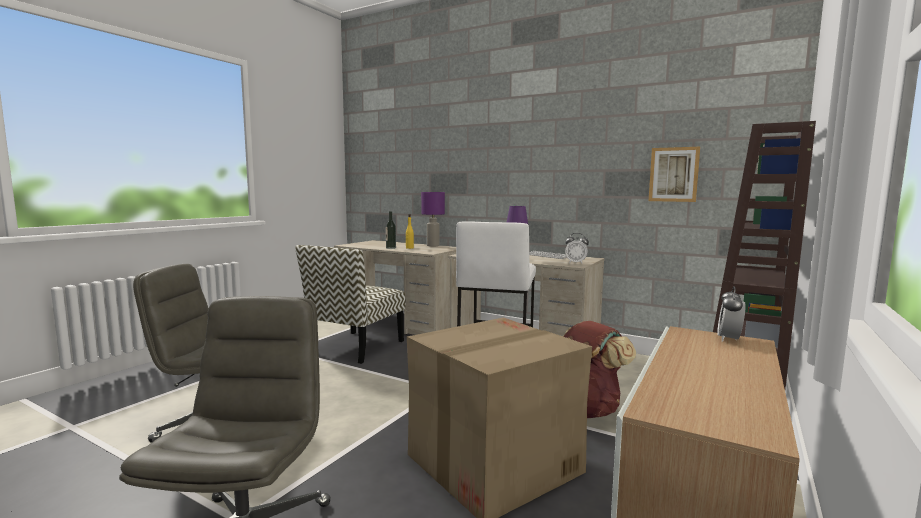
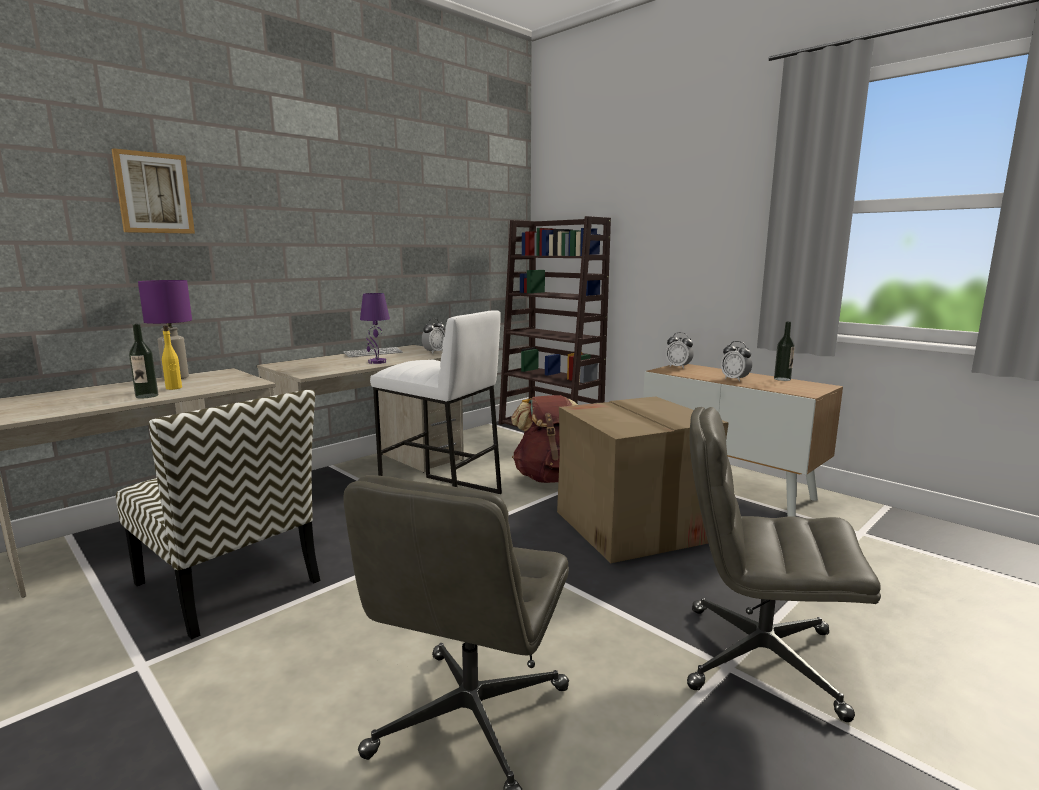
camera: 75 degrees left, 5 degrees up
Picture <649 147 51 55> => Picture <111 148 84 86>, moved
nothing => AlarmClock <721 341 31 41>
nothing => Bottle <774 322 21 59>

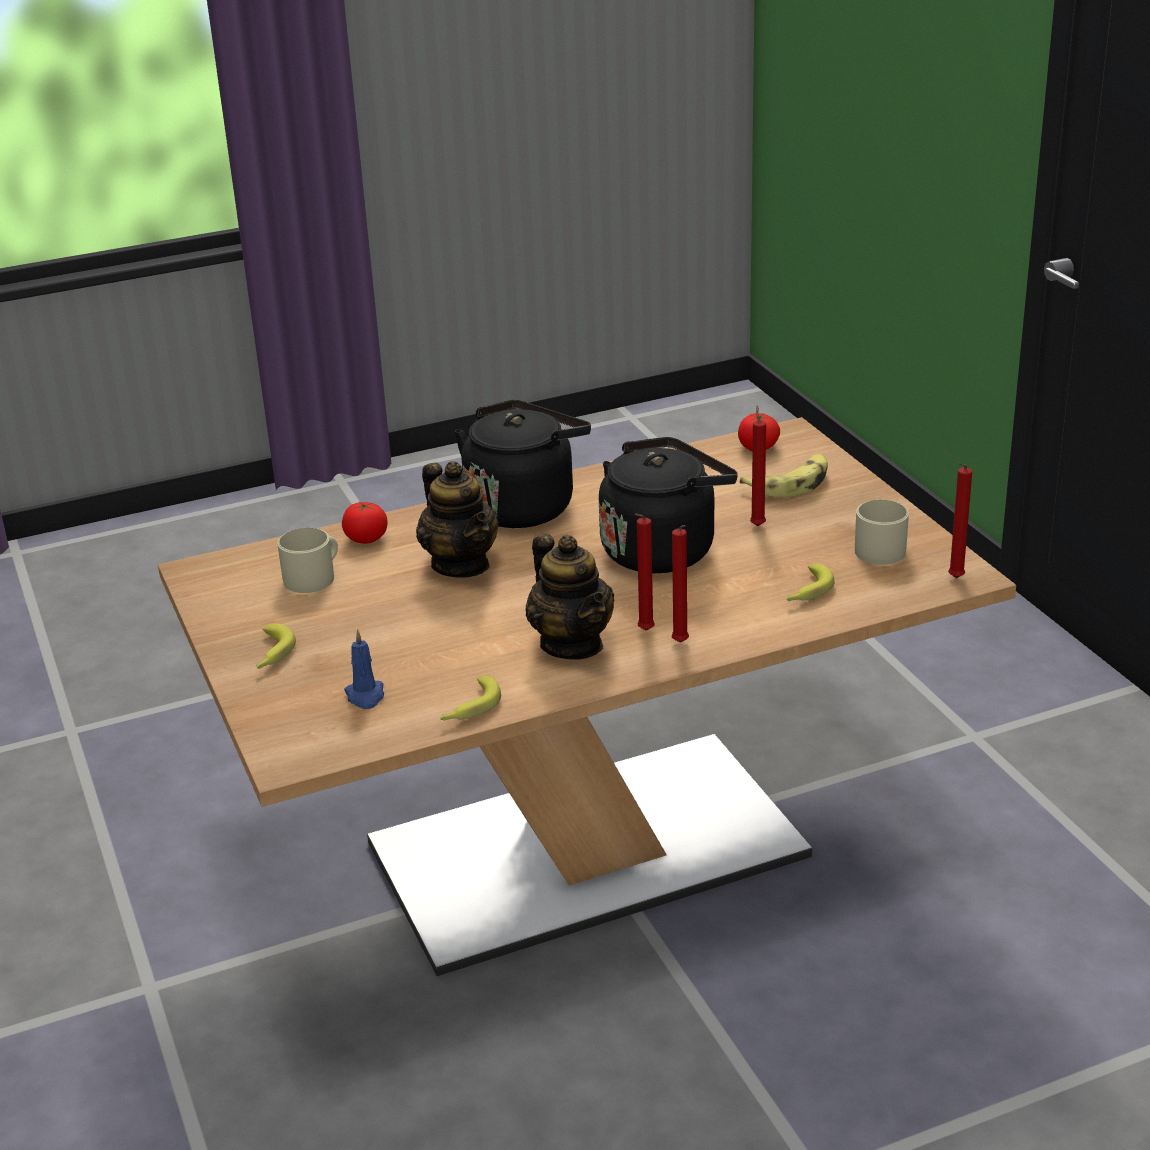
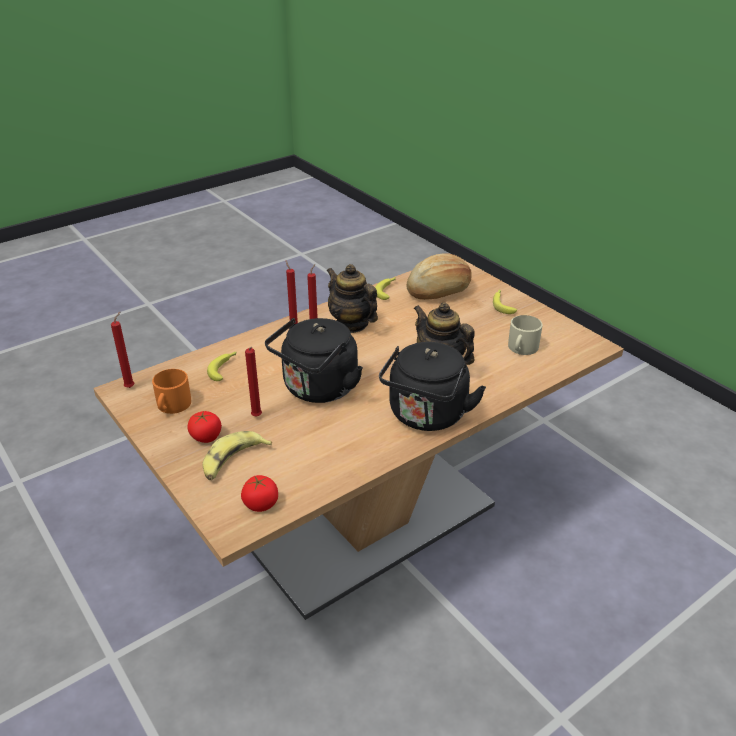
camera: 165 degrees right, 5 degrees up
Tomato <342 502 46 42> => Tomato <187 411 35 32>, moved
BlueCandle <344 629 40 80> => Bread <407 254 64 46>
BeigeMug <855 500 54 65> => OrangeMug <152 369 39 45>

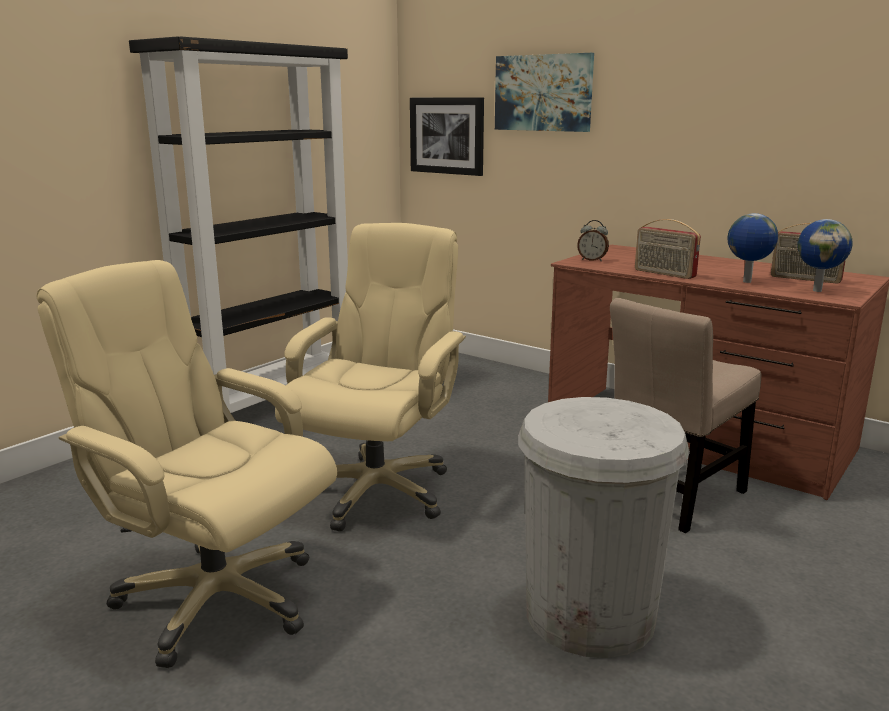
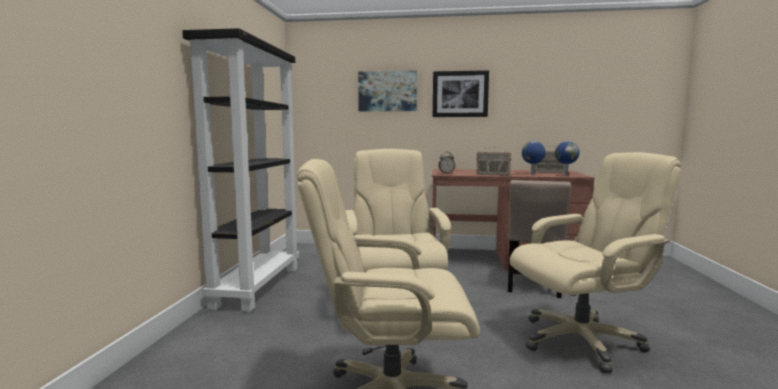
camera: 30 degrees left, 10 degrees down
Picture <410 97 74 79> => Picture <433 70 56 47>, moved
WhiteTrashCan <518 397 172 261> => BeigeOfficeChair <510 152 172 221>

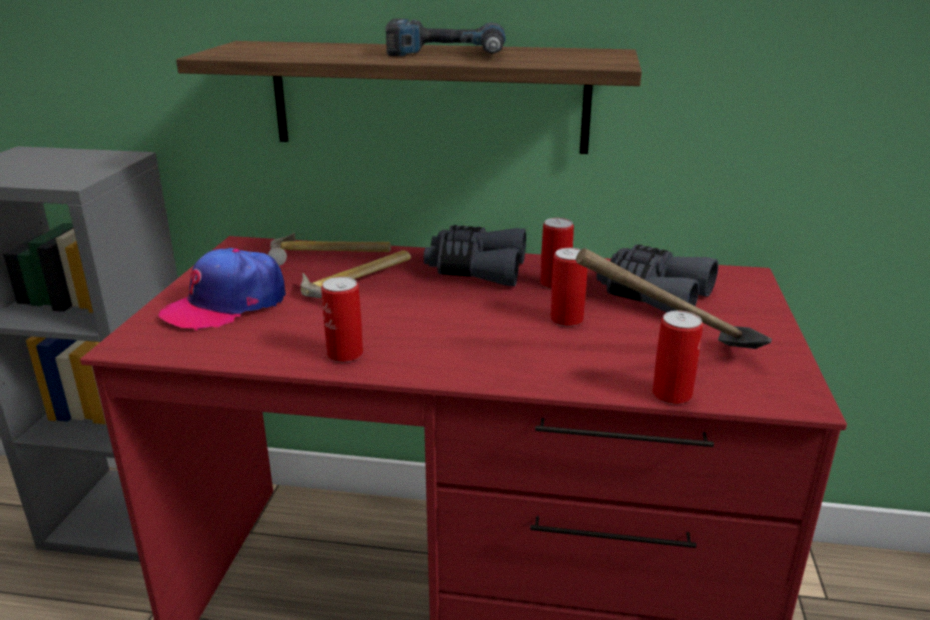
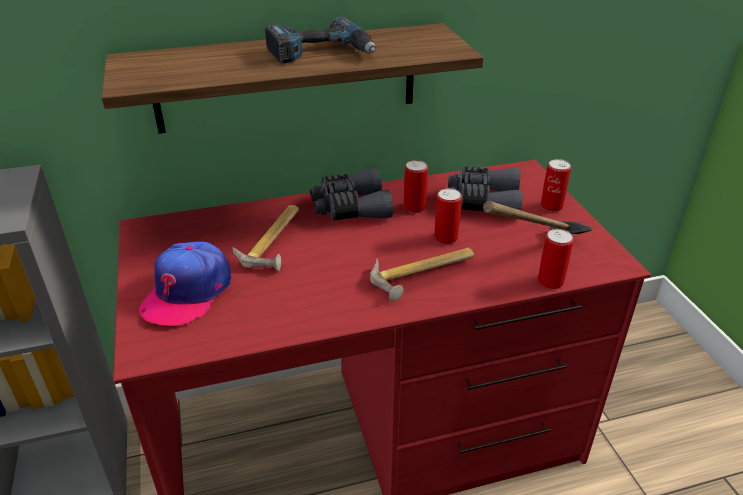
camera: 25 degrees left, 10 degrees up
Hammer <268 233 123 33> => Hammer <370 248 104 53>, moved
Can <321 277 42 85> => Can <540 159 31 53>, moved

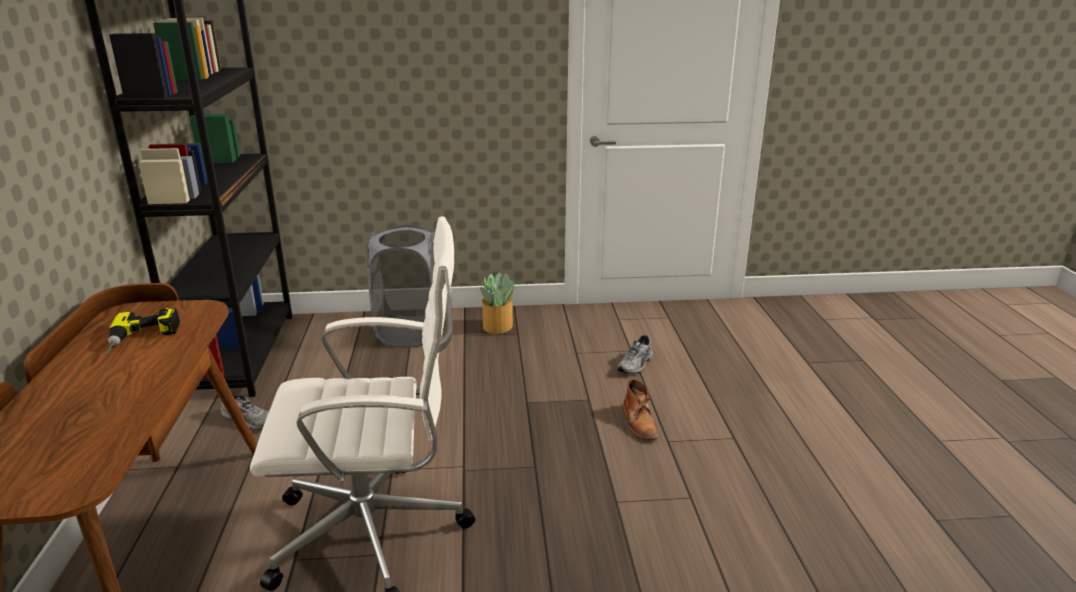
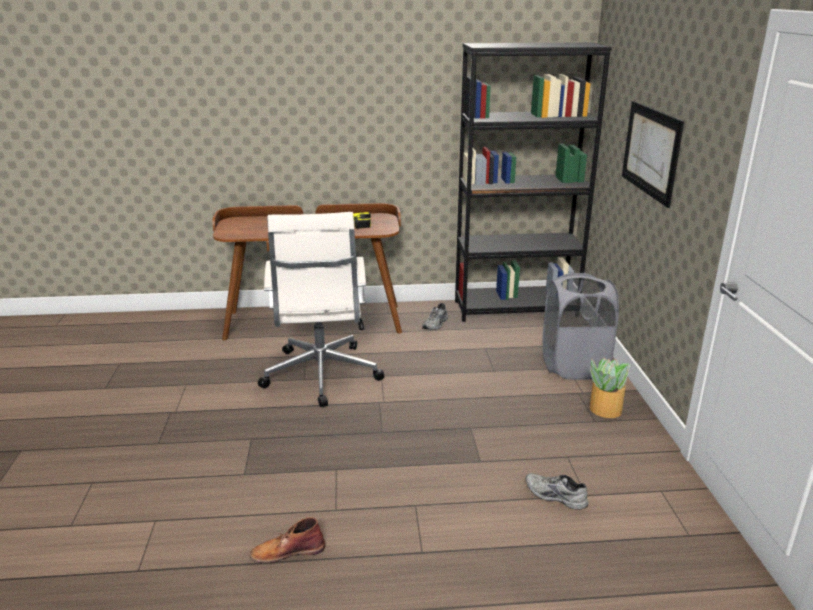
camera: 90 degrees right, 0 degrees up
BrownBoot <623 379 36 62> => BrownBoot <250 517 75 46>, moved
nothing => Picture <622 101 62 107>

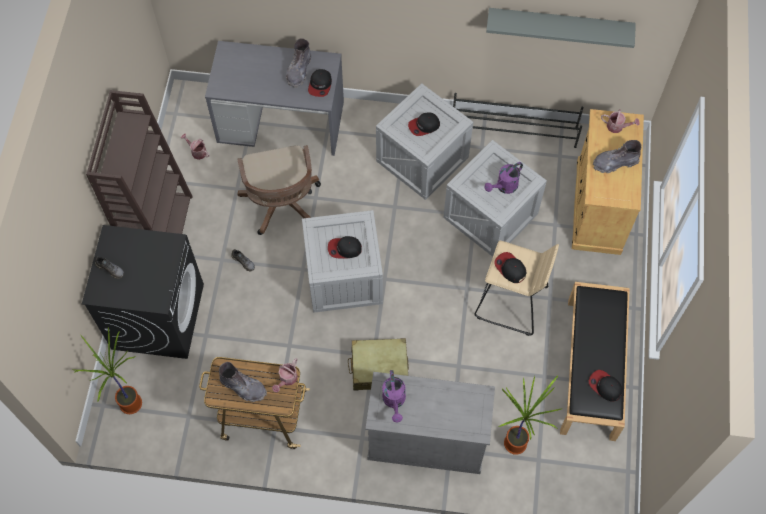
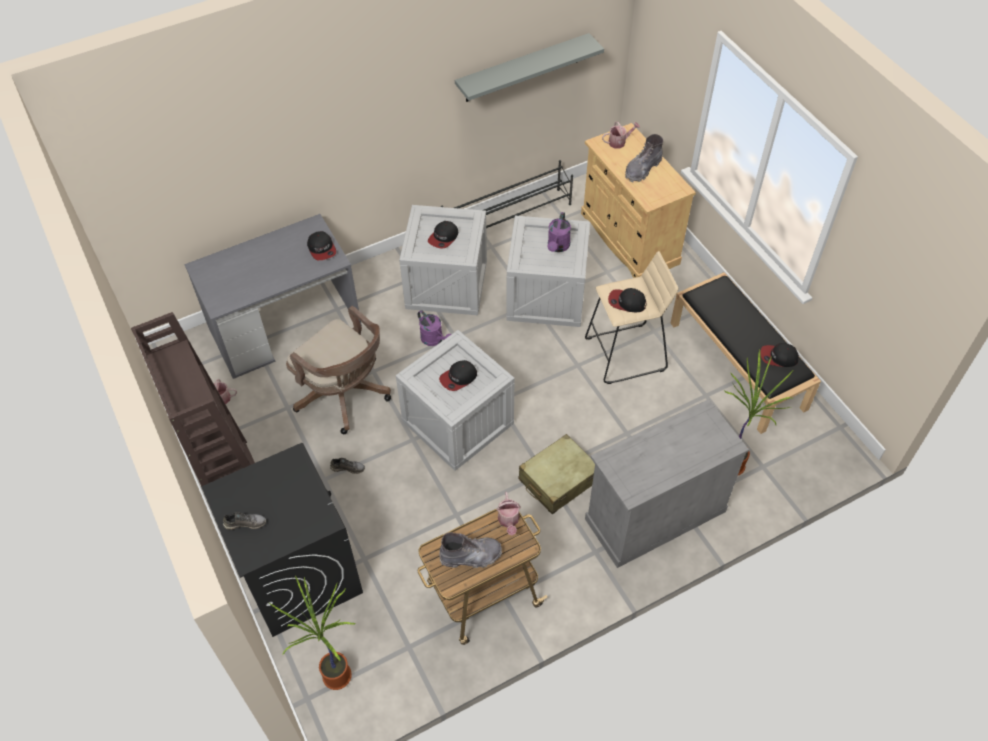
camera: 35 degrees left, 10 degrees down
GreyBoot <286 38 25 50> => nothing
PurpleWateringCan <382 370 24 53> => PurpleWateringCan <418 310 33 36>, moved

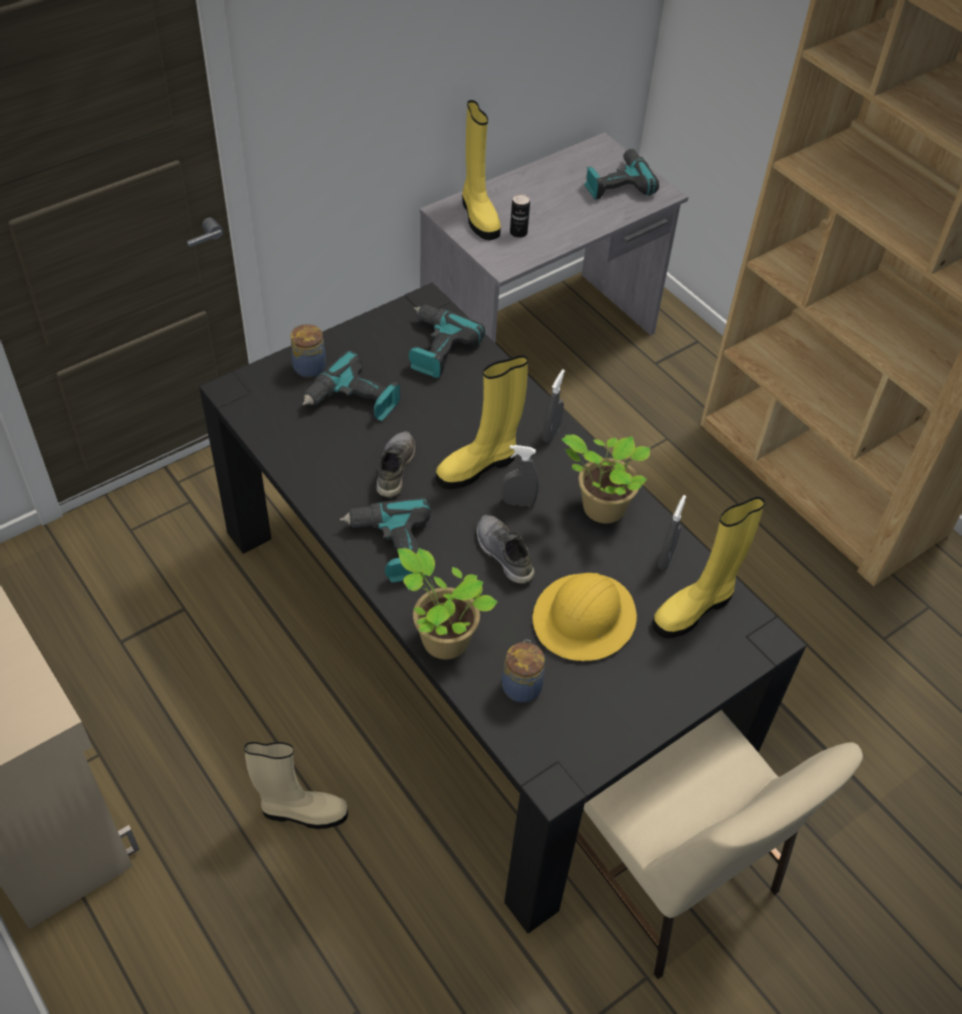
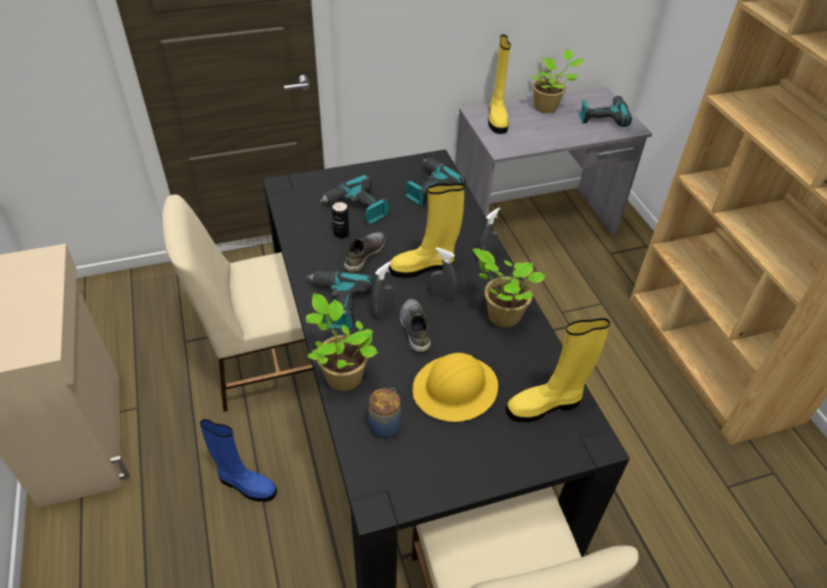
camera: 20 degrees right, 5 degrees down
BeigeBoot <244 742 104 87> => BlueBoot <200 419 77 83>
Jar <291 324 35 54> => nothing
Can <510 194 20 44> => Can <332 202 17 36>, moved
GreySprayBottle <658 495 28 75> => GreySprayBottle <371 261 23 59>, moved
nothing => BeigeChair <162 195 151 217>
nothing => PottedPlant <529 49 55 64>

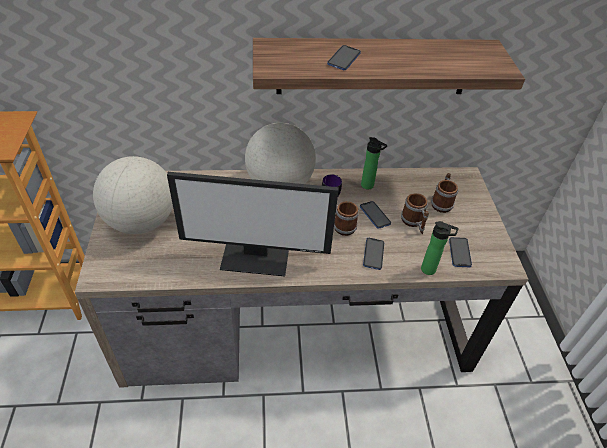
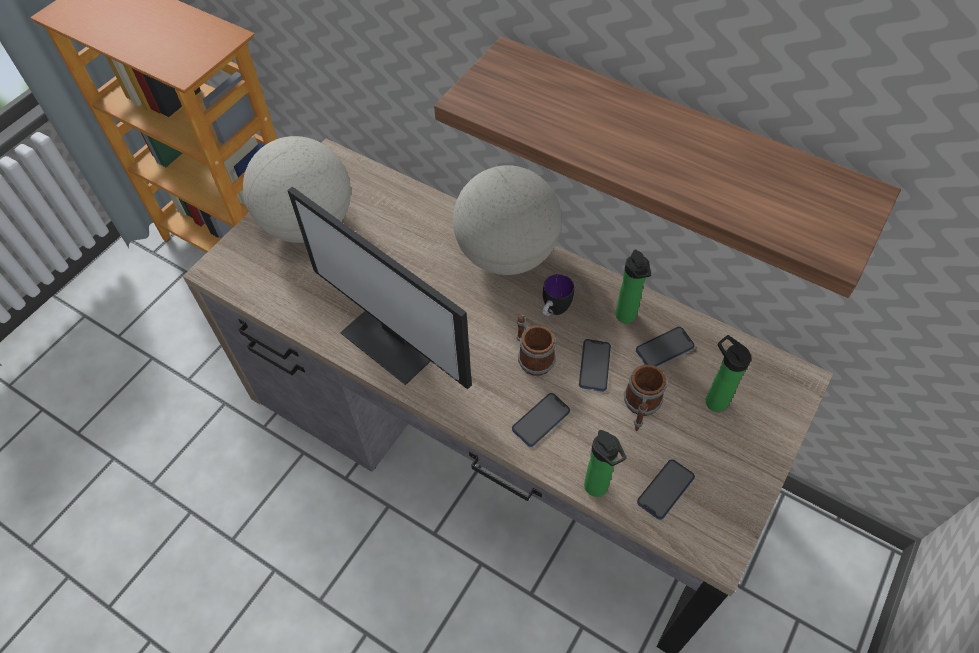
camera: 40 degrees right, 10 degrees up
Phone <327 45 34 25> => Phone <636 327 59 40>, moved
Mug <431 173 27 40> => Bottle <705 335 47 77>

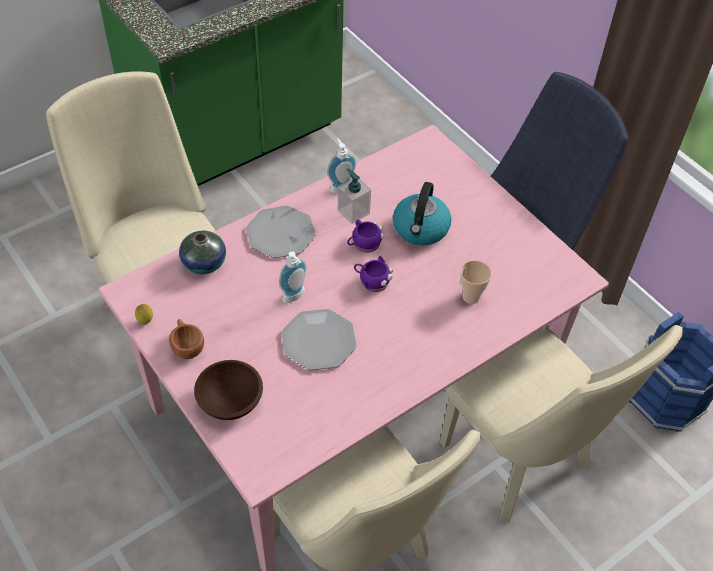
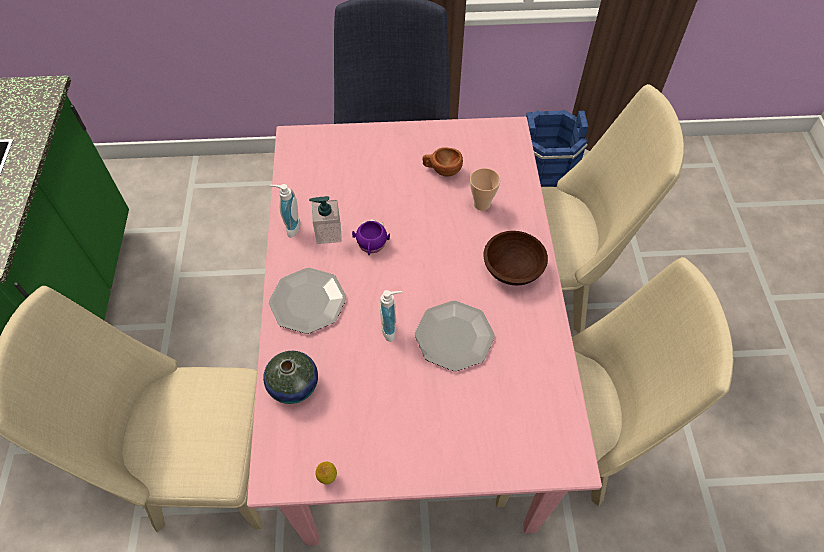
camera: 55 degrees left, 5 degrees up
BrownCup <169 319 35 40> => BrownCup <422 147 41 30>, moved
BrownBowl <194 360 69 60> => BrownBowl <483 231 65 55>, moved
PurpleMug <354 256 39 36> => nothing
Kettle <393 182 58 64> => nothing

